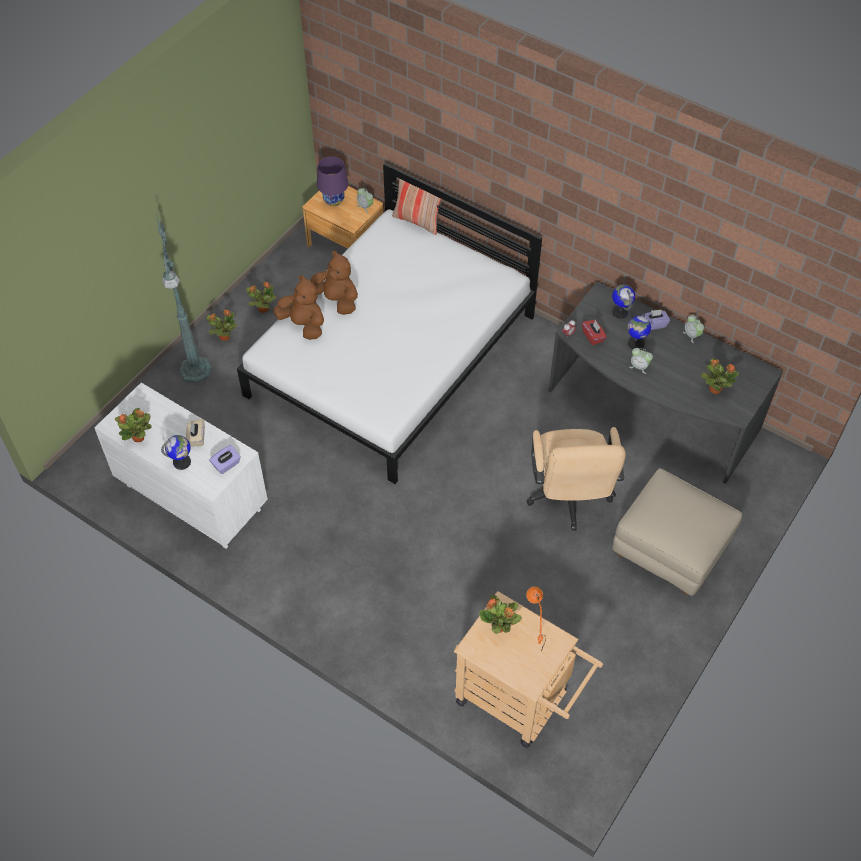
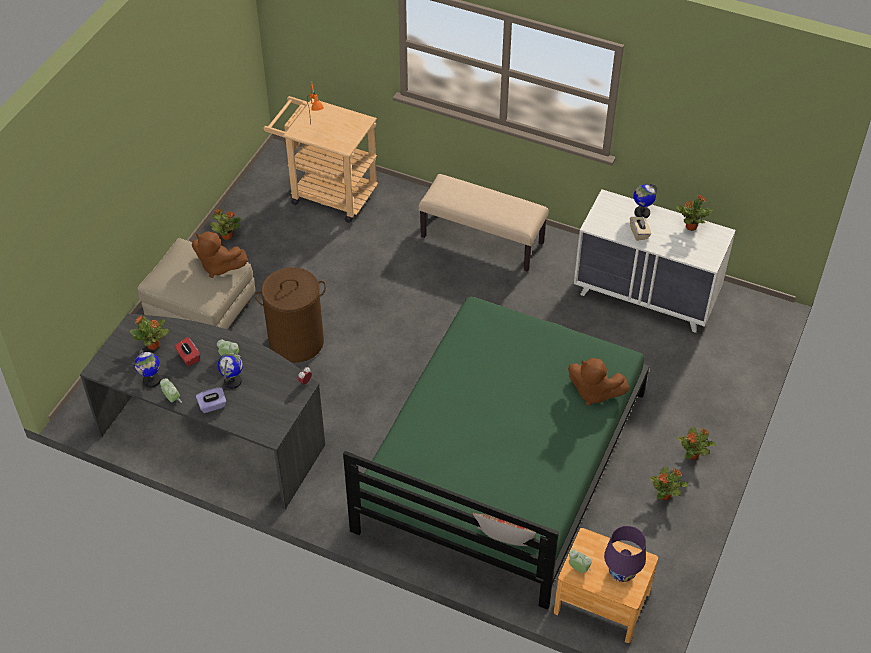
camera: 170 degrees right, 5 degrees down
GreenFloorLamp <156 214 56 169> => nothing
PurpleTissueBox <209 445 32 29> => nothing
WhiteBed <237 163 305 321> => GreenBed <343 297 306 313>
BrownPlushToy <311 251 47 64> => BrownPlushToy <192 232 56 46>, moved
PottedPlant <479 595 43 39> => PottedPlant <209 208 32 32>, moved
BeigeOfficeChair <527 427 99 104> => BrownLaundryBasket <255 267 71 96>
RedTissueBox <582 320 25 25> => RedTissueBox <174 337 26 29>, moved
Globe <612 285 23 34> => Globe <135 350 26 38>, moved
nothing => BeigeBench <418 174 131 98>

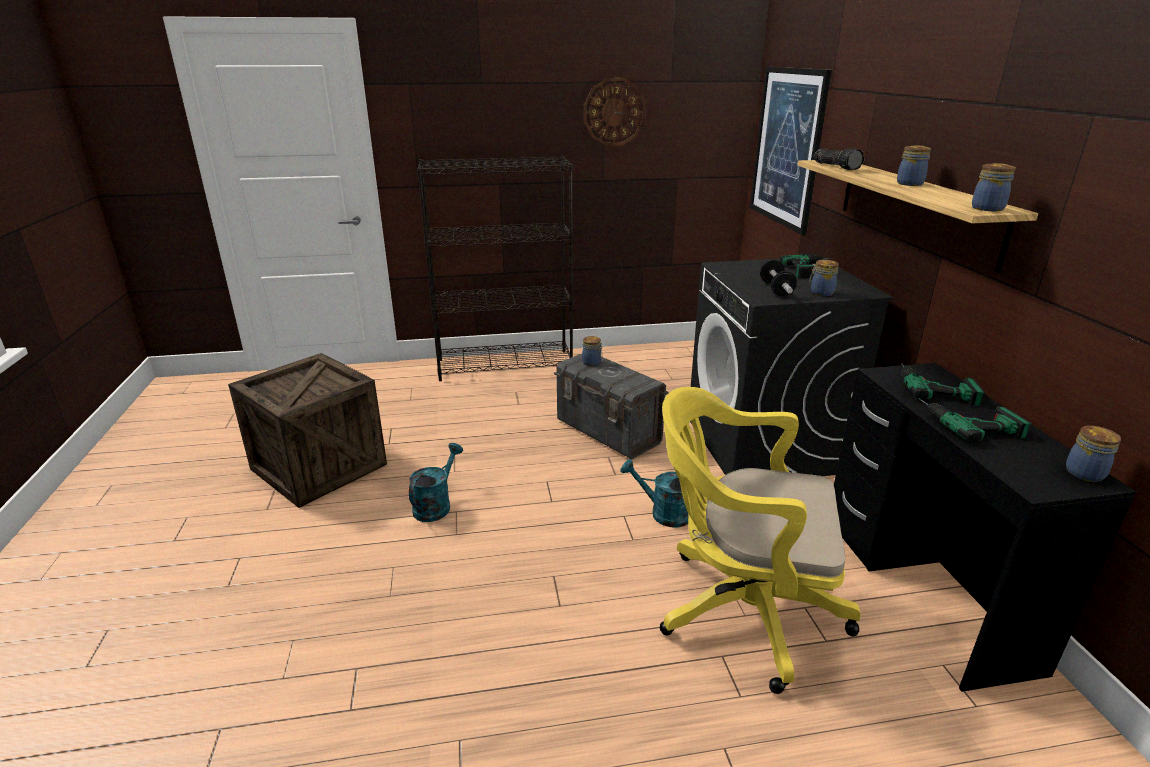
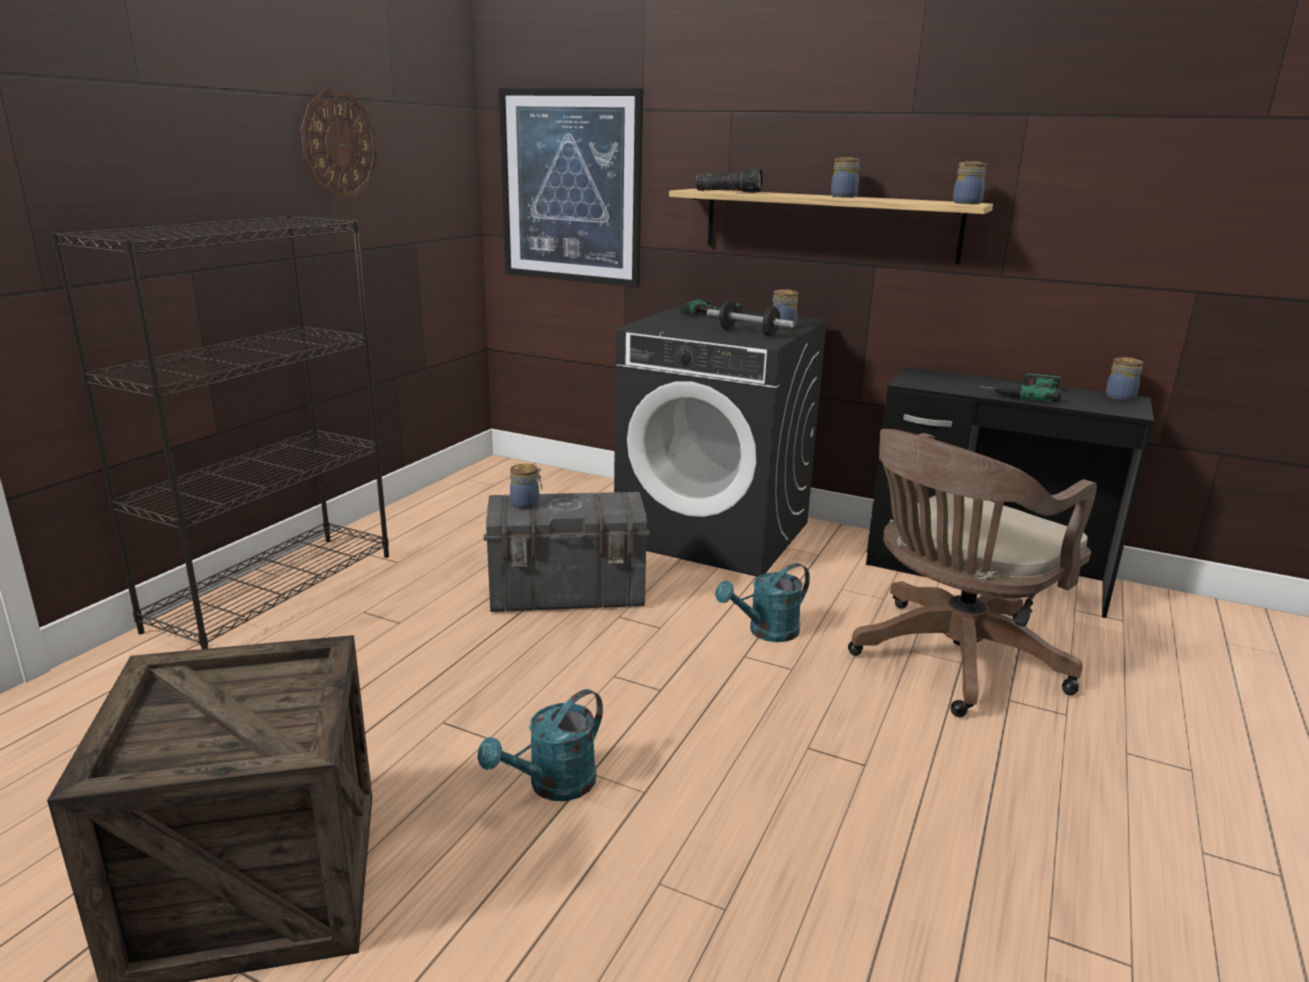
camera: 55 degrees left, 5 degrees down
TurquoiseWateringCan <408 443 55 79> => TurquoiseWateringCan <477 689 126 112>, 105 degrees counterclockwise
YellowOfficeChair <660 387 201 307> => BrownOfficeChair <848 429 249 288>
PowerDrill <901 363 85 43> => nothing

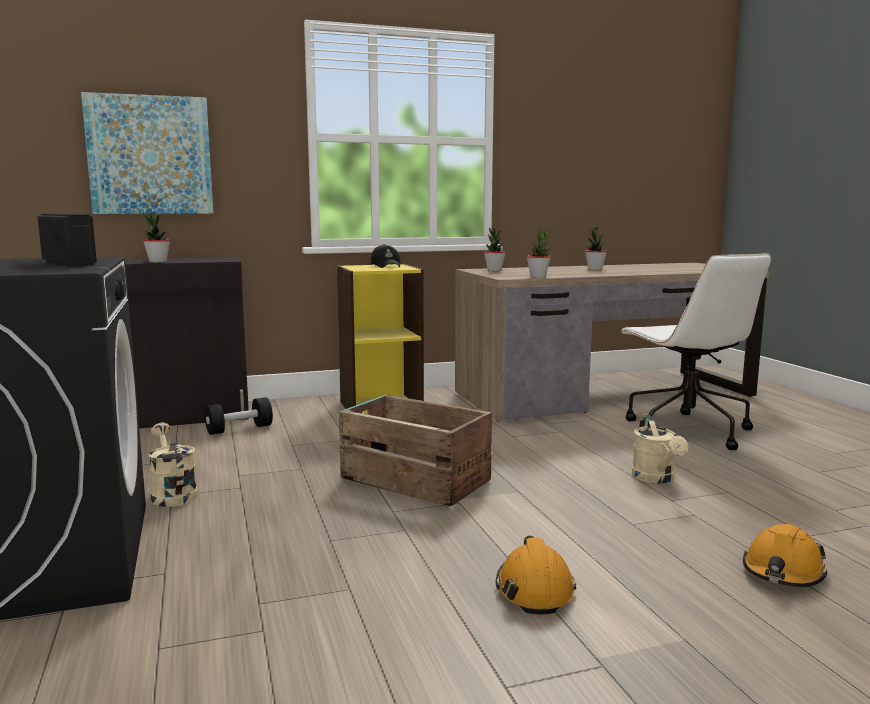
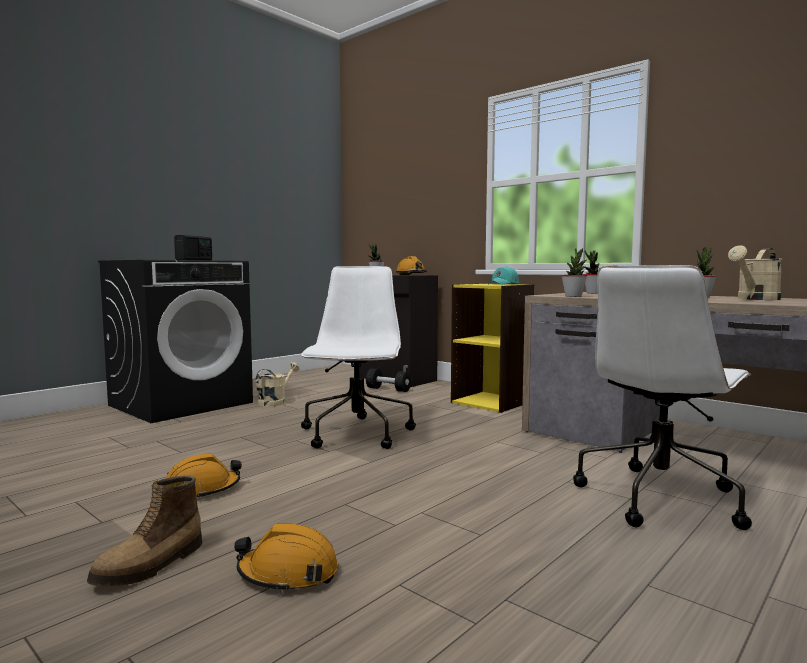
camera: 60 degrees right, 5 degrees down
Picture <81 92 132 122> => nothing
Crate <339 395 153 111> => WhiteOfficeChair <301 266 115 183>
BlackCap <371 244 30 24> => TurquoiseCap <488 266 31 19>
BeigeWateringCan <632 415 56 68> => BeigeWateringCan <728 245 54 55>, moved
nothing => Boot <87 475 115 111>
nothing => OrangeHardHat <396 256 31 19>

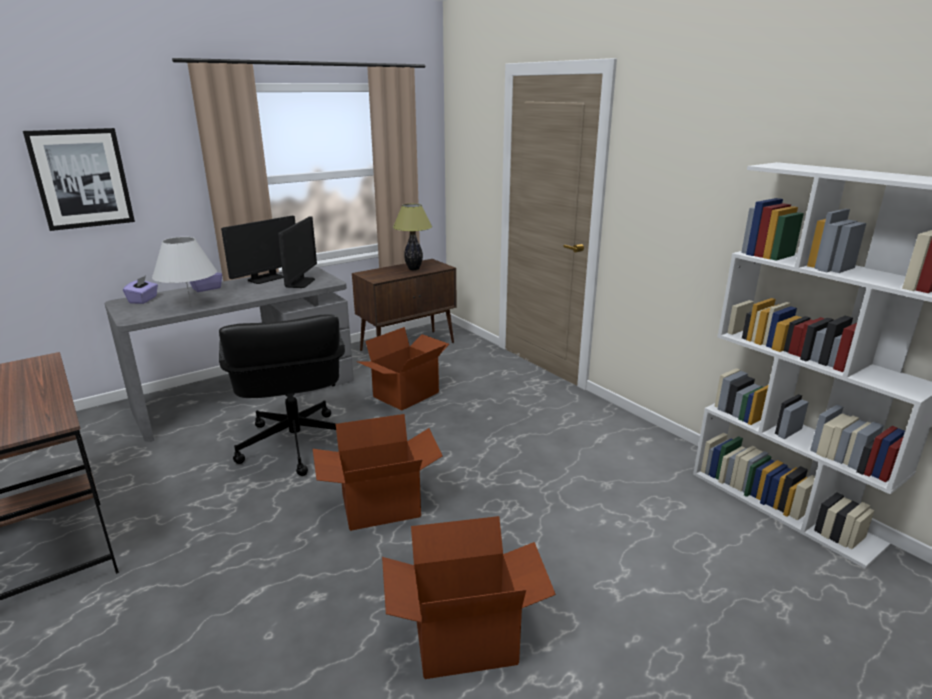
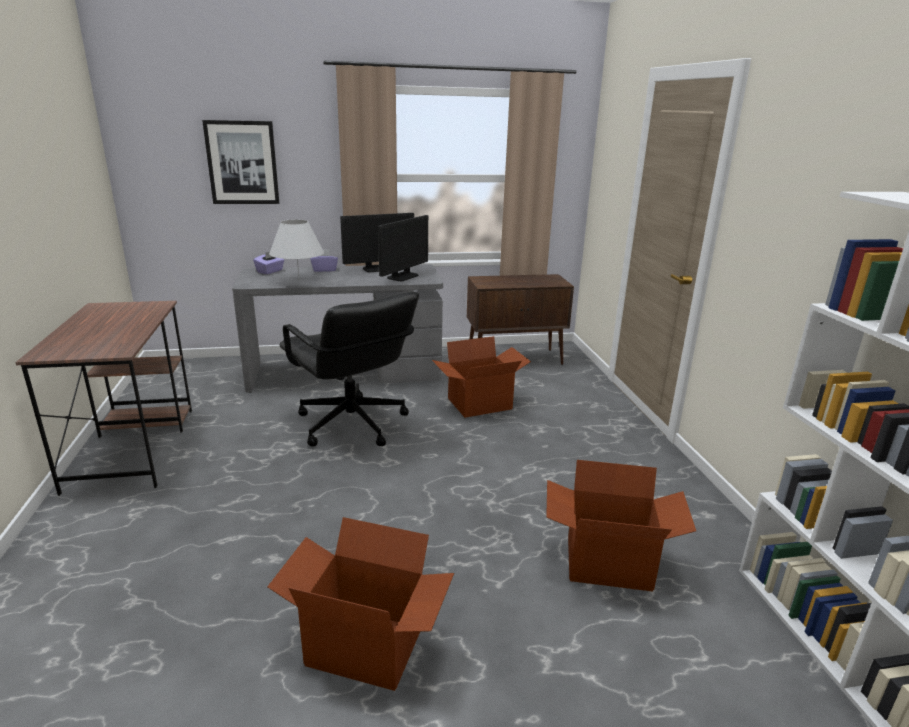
camera: 25 degrees right, 0 degrees up
BlackOfficeChair <219 314 126 162> => BlackOfficeChair <279 292 140 155>, 45 degrees counterclockwise
CardboardBox <313 414 130 117> => CardboardBox <546 460 150 132>, moved
TableLamp <393 204 39 66> => nothing

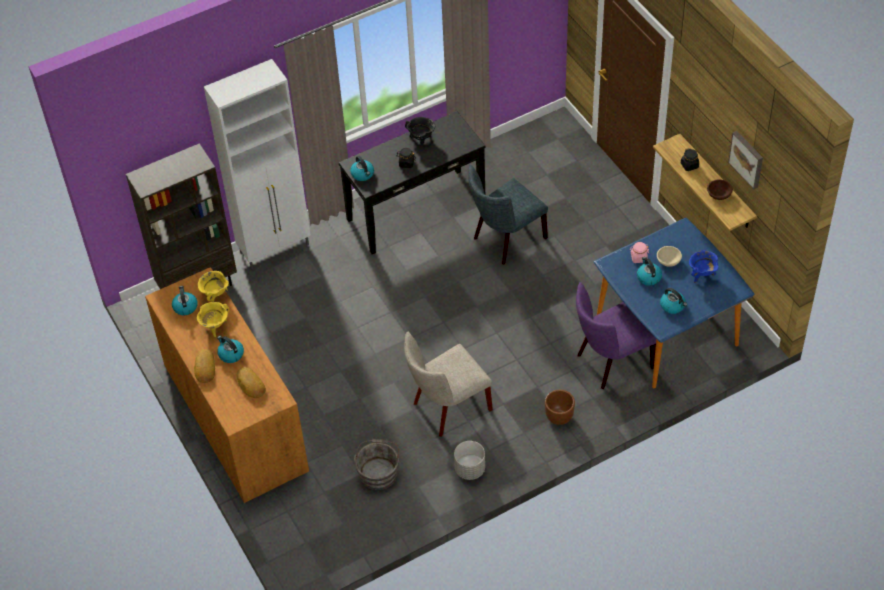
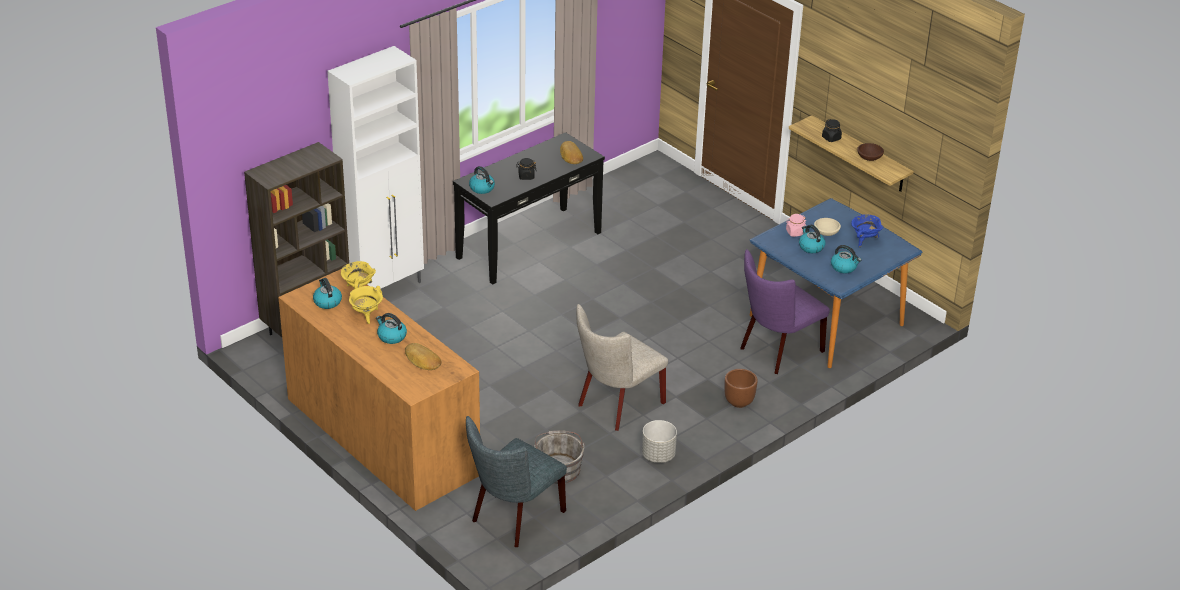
camera: 15 degrees left, 15 degrees down
Bread <194 349 21 34> => Bread <560 141 23 23>, moved
BlackCookingPot <405 117 30 27> => nothing
GreyChair <468 165 80 100> => GreyChair <466 416 101 131>, moved
Picture <728 131 35 58> => nothing

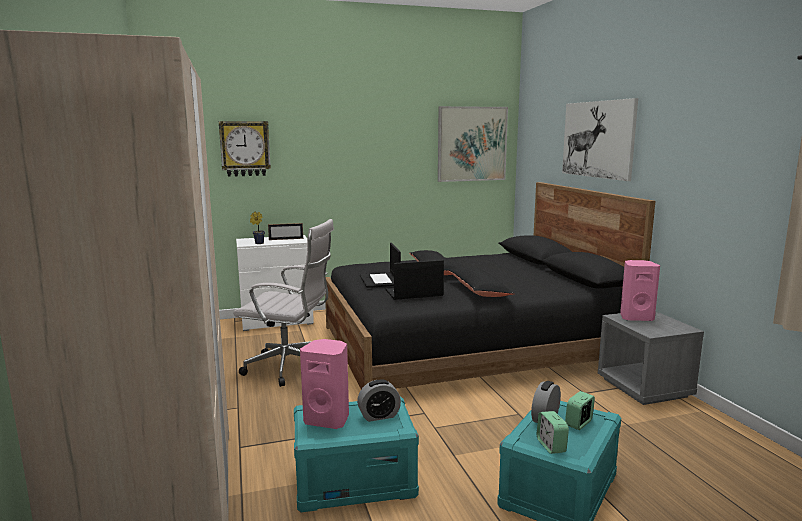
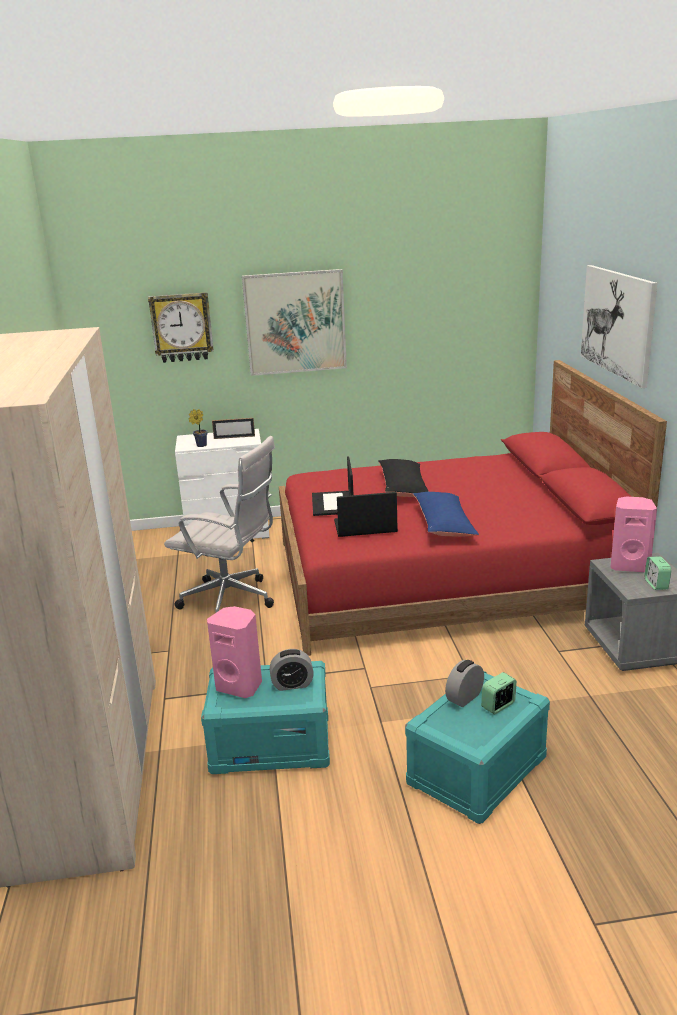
camera: 10 degrees right, 10 degrees up
BlackBed <325 182 330 207> => RedBed <279 360 388 296>
Picture <438 106 70 76> => Picture <242 269 105 107>, moved
BlackPillow <448 267 67 30> => BluePillow <413 492 66 45>
AlarmClock <537 411 32 43> => AlarmClock <644 556 28 34>, moved

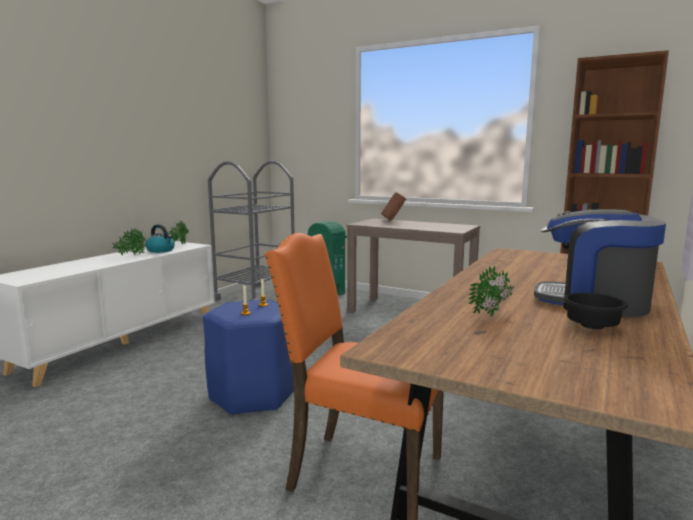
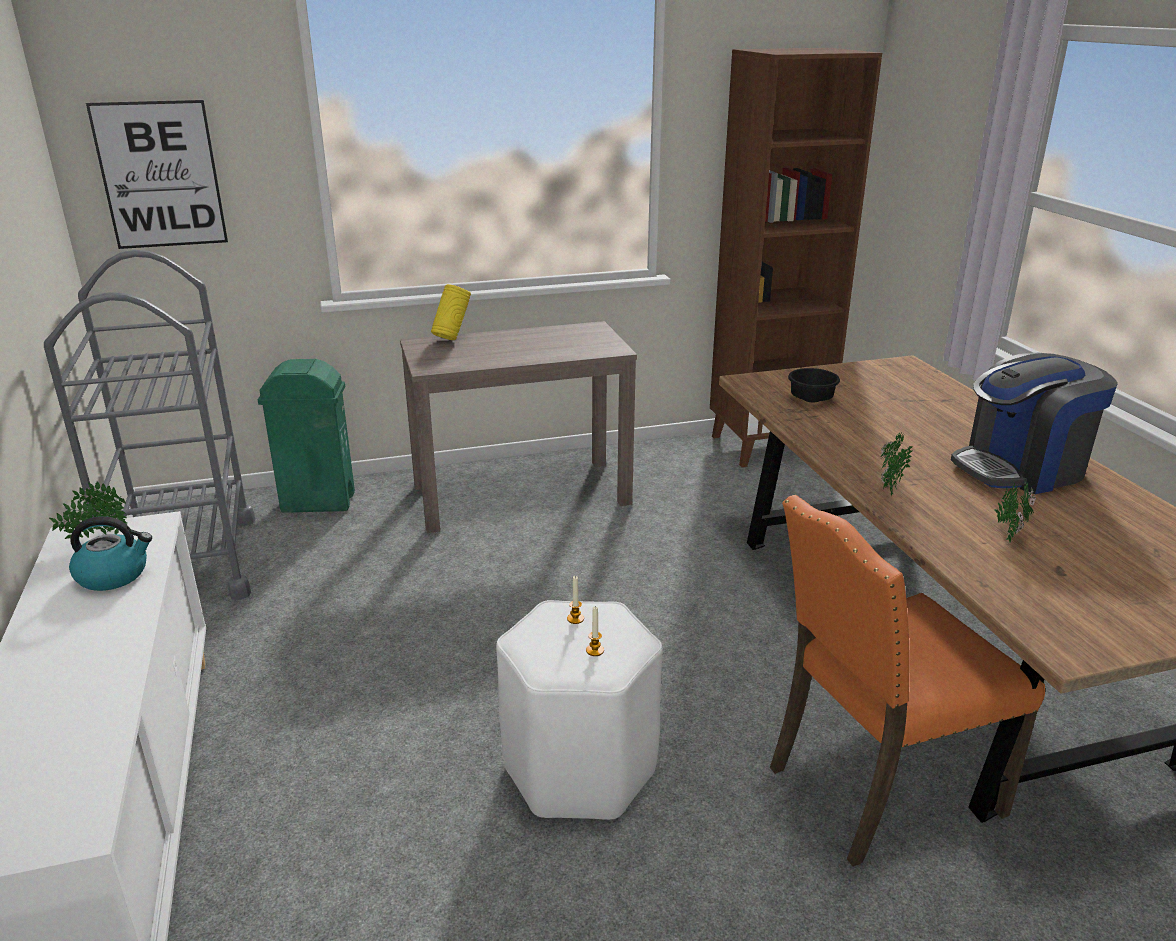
camera: 45 degrees left, 15 degrees up
PottedPlant <113 228 33 27> => PottedPlant <880 431 33 64>, moved
BlueStool <203 300 91 116> => WhiteStool <496 600 167 221>
BrownVase <381 192 25 29> => YellowVase <431 284 40 56>
BlackBowl <564 293 64 36> => BlackBowl <788 368 52 34>, moved
nothing => Picture <86 100 142 149>

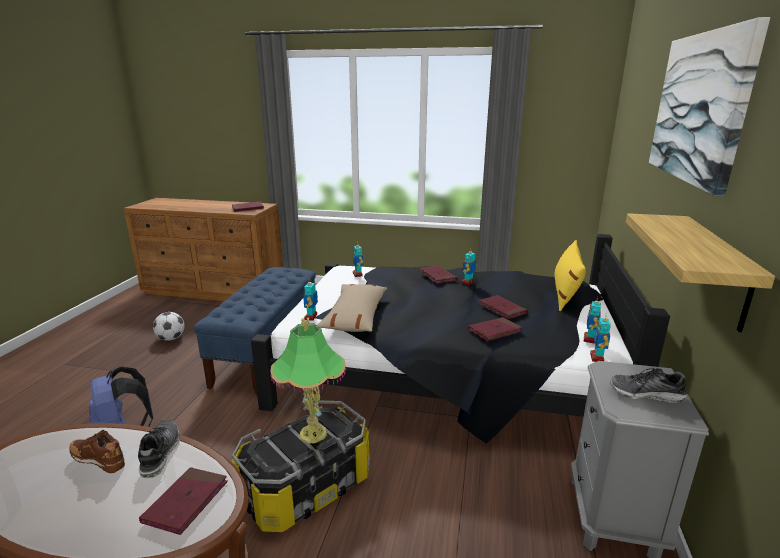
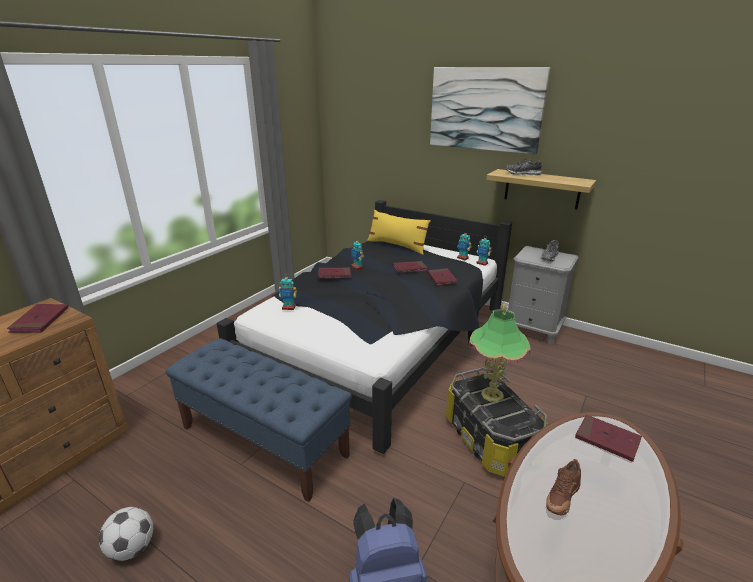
camera: 70 degrees left, 5 degrees up
Shoe <138 419 42 59> => Shoe <506 159 36 17>, moved
ToyRobot <303 282 15 39> => nothing
BeigePillow <317 284 71 48> => nothing

